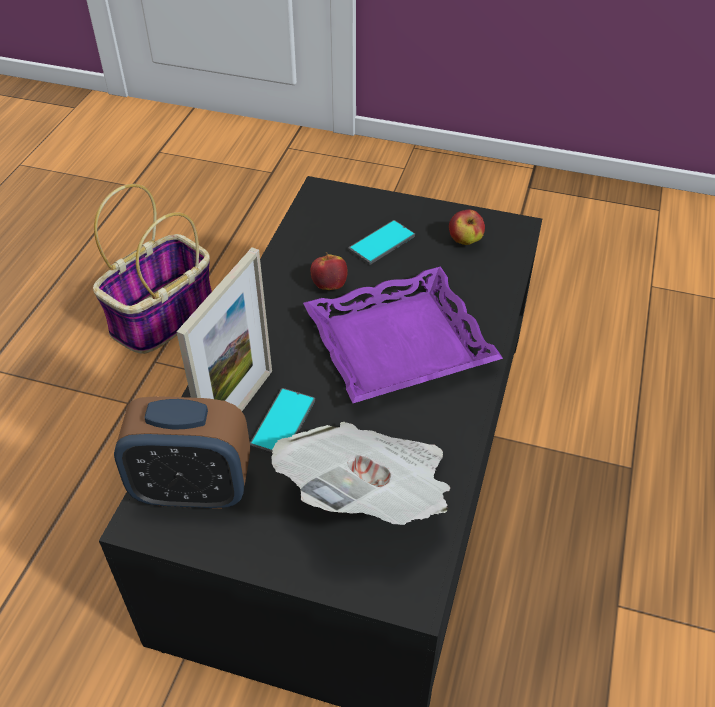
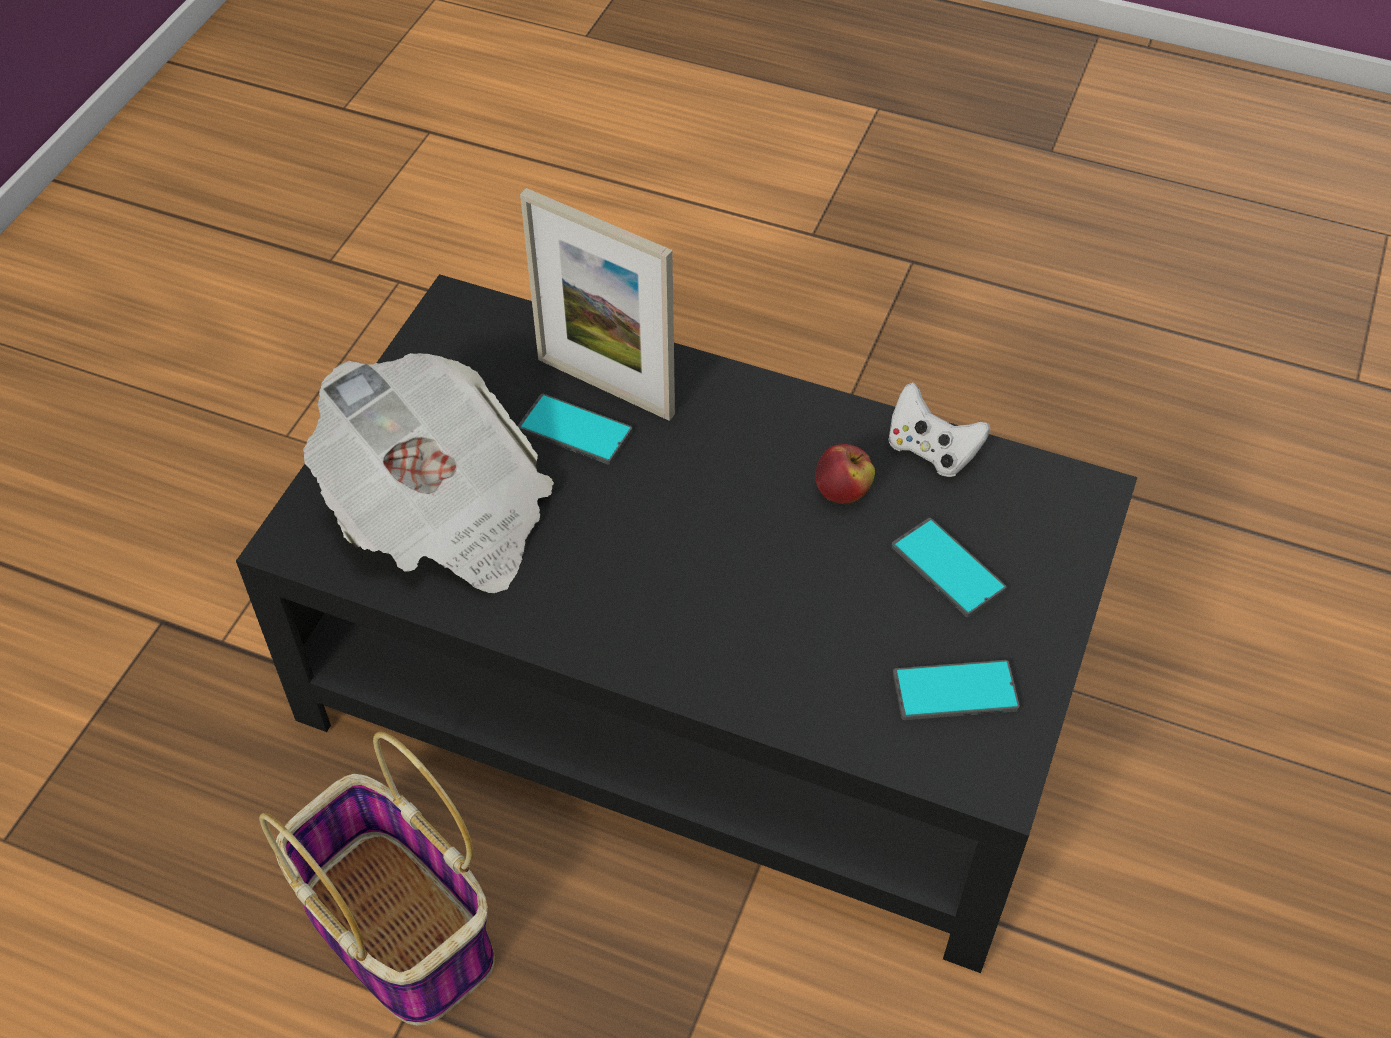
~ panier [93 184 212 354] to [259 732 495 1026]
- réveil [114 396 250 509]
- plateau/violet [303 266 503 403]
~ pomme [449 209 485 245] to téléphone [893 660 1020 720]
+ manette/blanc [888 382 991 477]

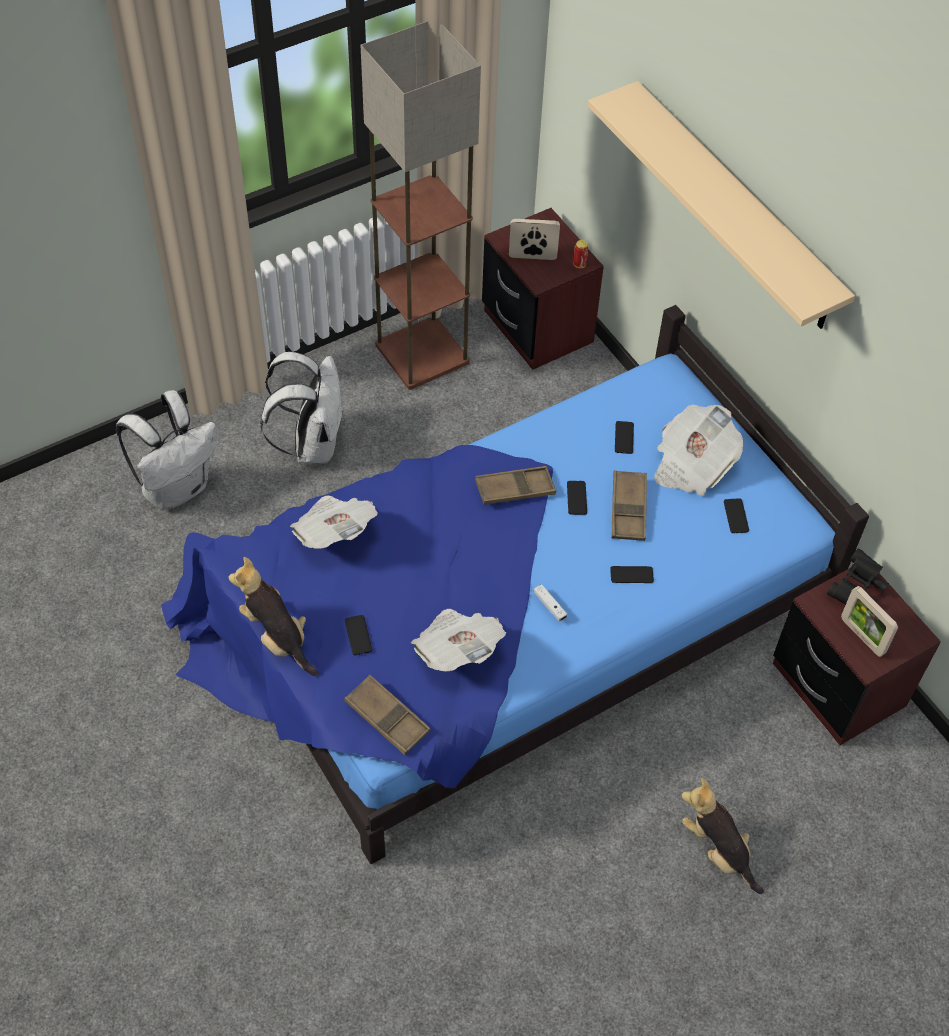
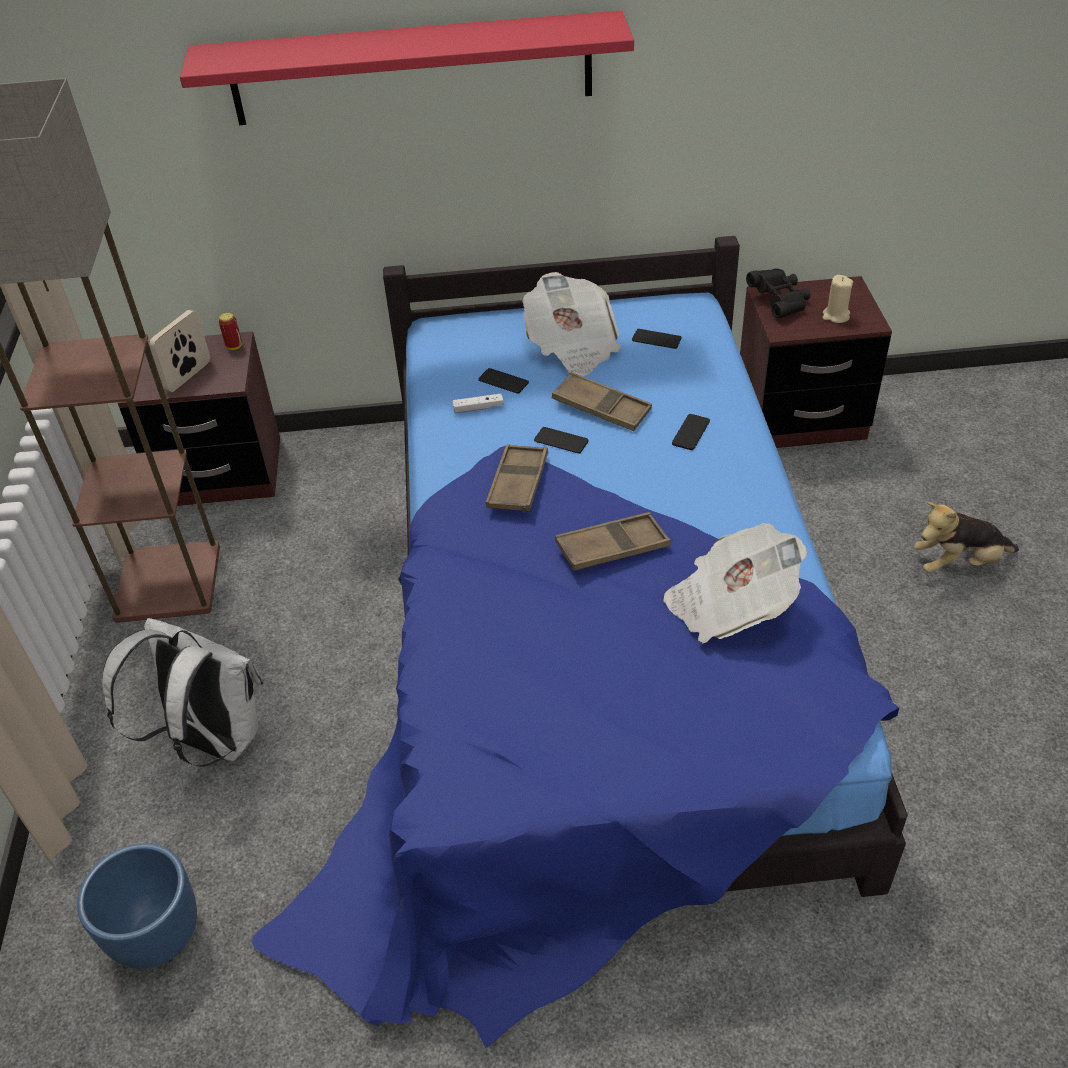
~ sac à dos/blanc [116 390 217 510] to cache-pot/bleu [77 843 197 969]
- peluche [228 557 319 676]
- journal [290 495 378 549]
~ plateau/marron [344 675 430 755] to [555 512 671 571]
- téléphone [345 615 372 655]
~ manette/blanc [534 584 568 621] to [453 394 504 413]
~ étagère/beige [588 81 855 329] to étagère/rouge [180 10 634 125]
~ cadre photo [841 586 898 657] to bougie/beige [823 275 853 323]

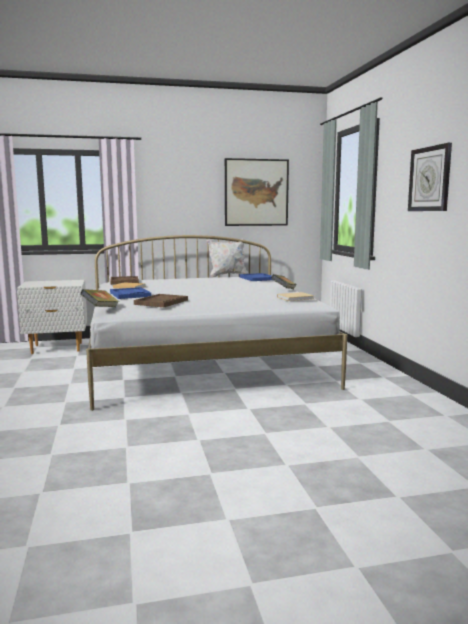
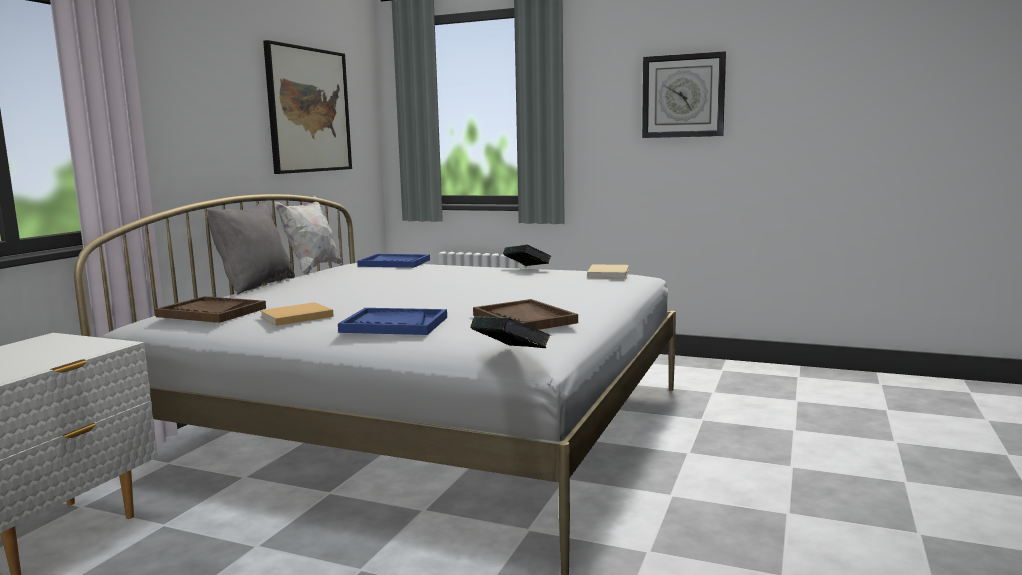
+ coussin/gris [207 203 295 294]

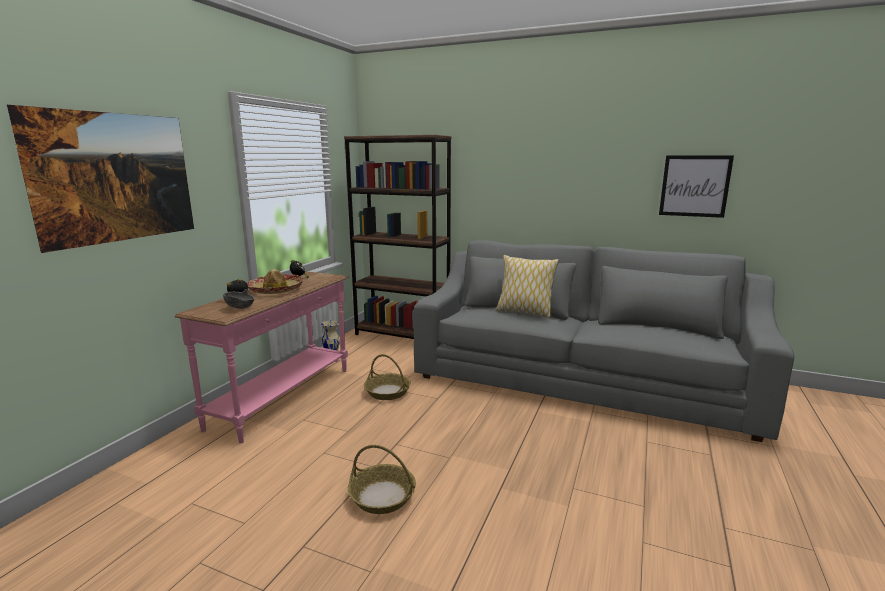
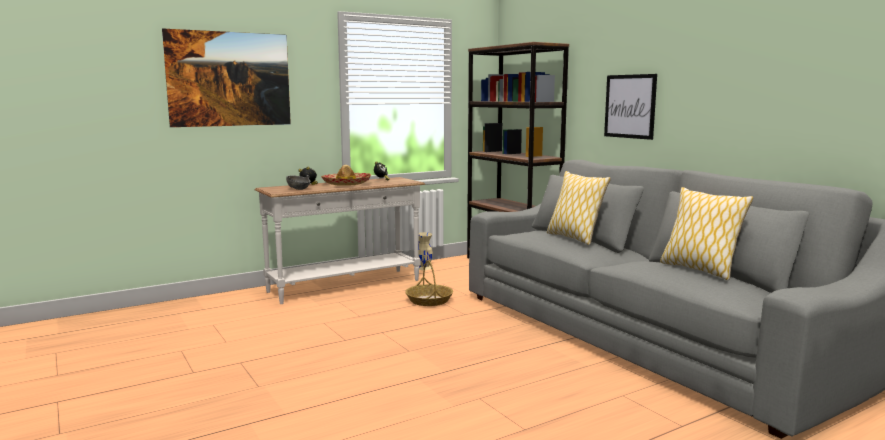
~ table console/rose [175 271 349 444] to table console/blanc [255 177 425 304]
- panier [348 445 416 514]
~ tableau [659 156 734 218] to [604 74 657 140]
+ coussin [660 187 753 280]

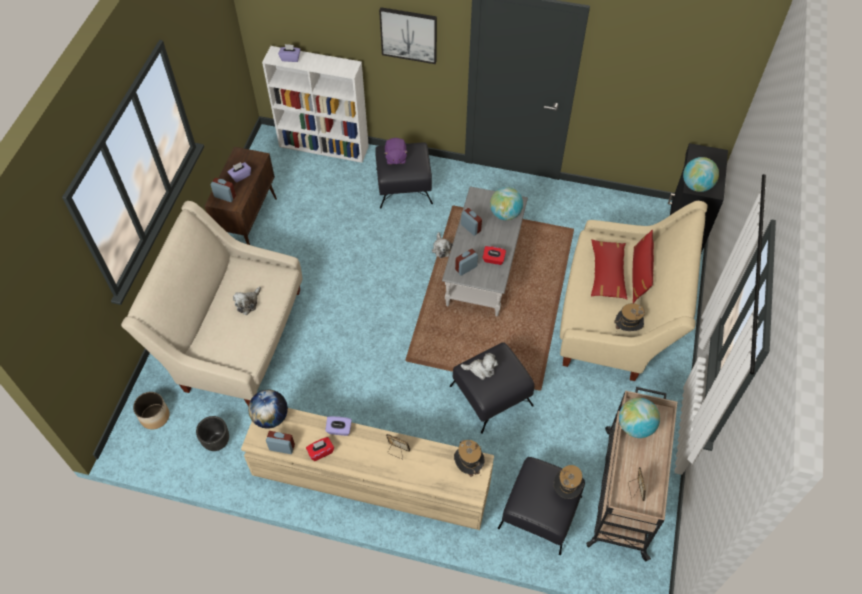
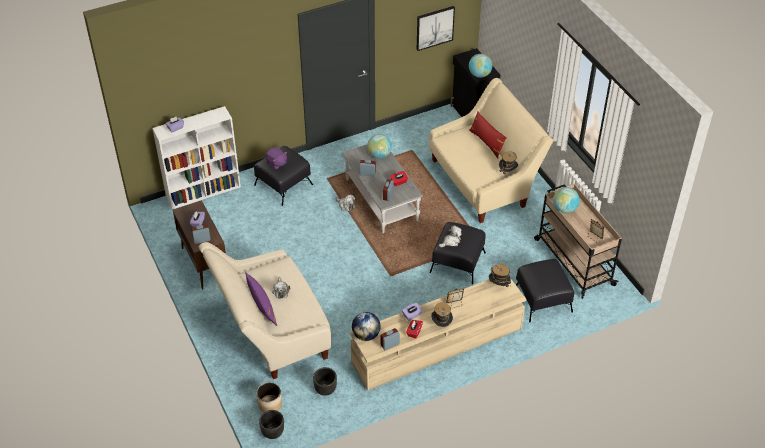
~ tableau [379 7 437 64] to [417 6 455 51]
~ chapeau [554 465 584 499] to [431 302 453 327]
- coussin/rouge [591 239 627 299]
+ coussin/violet [245 272 277 326]
+ cache-pot/noir [259 410 284 439]

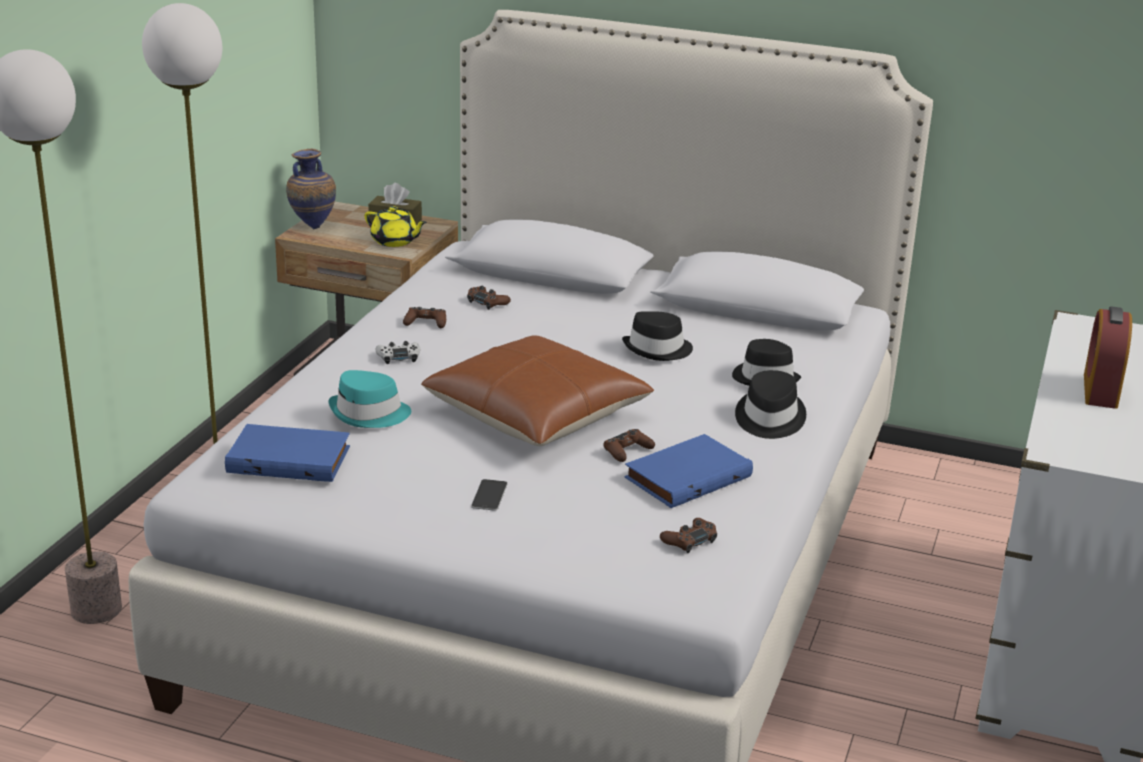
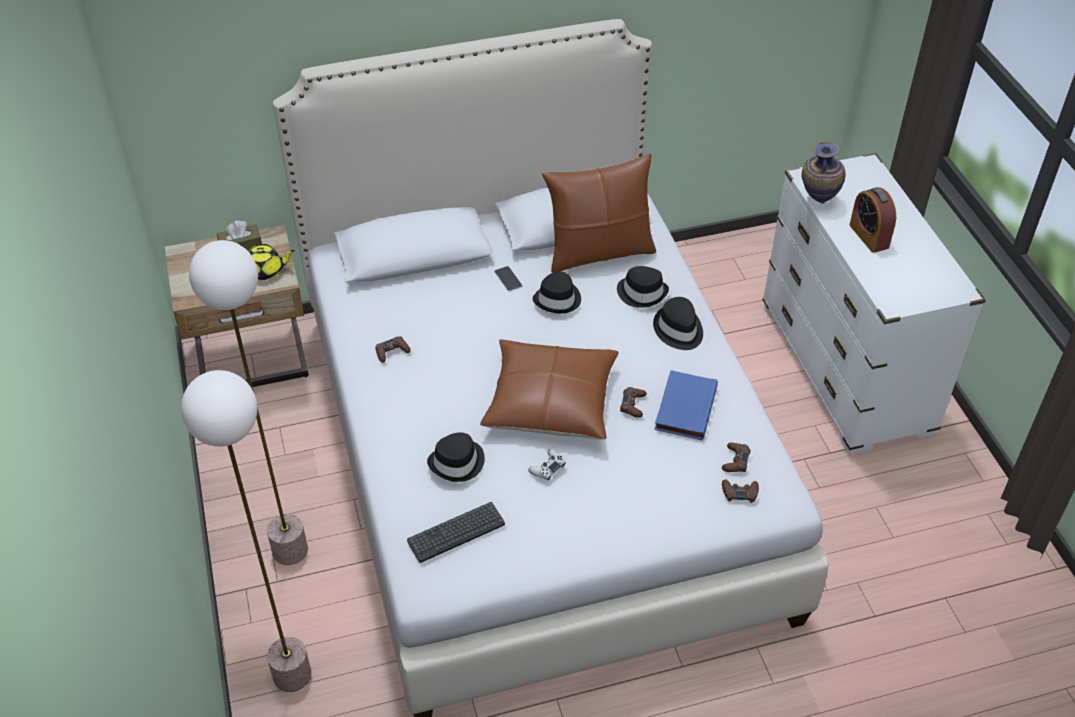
~ livre/bleu [225 424 350 482] to clavier [407 502 505 563]
~ vase [286 149 336 229] to [802 141 846 204]
~ chapeau/turquoise [328 370 411 428] to chapeau/noir [427 433 485 482]
~ manette/blanc [375 341 420 364] to [528 449 566 480]
~ manette/marron [467 286 511 310] to [722 479 759 503]
~ téléphone [471 479 508 511] to [494 266 522 291]
+ coussin/marron [542 153 656 273]

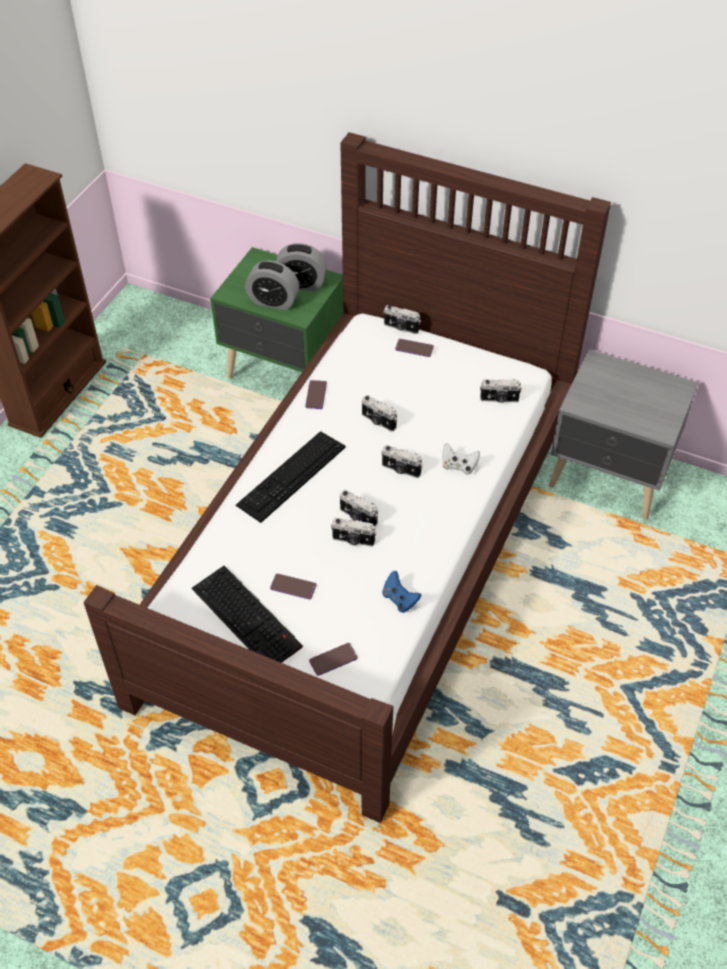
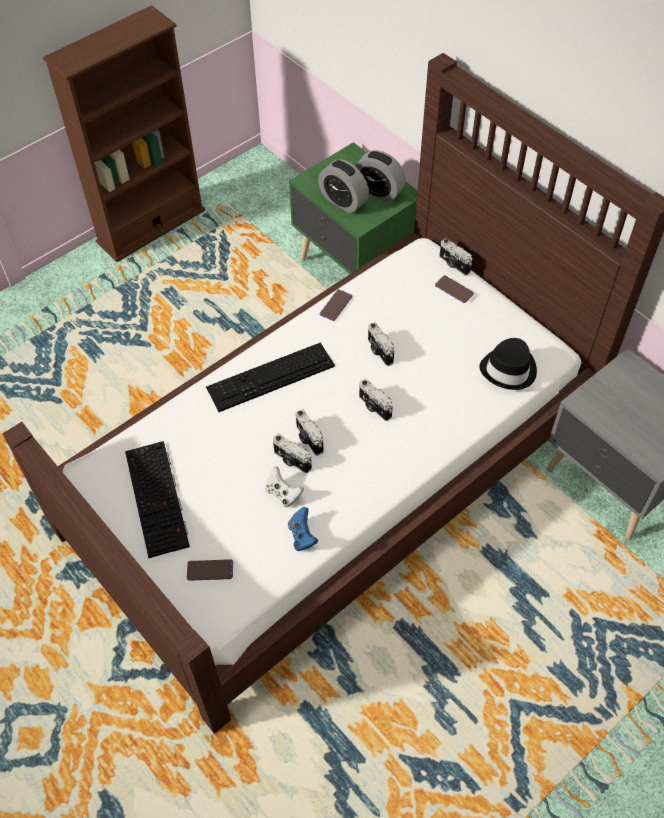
- téléphone [270 574 317 599]
~ manette/blanc [442 443 480 474] to [265 466 304 507]
~ appareil photo [480 379 522 403] to chapeau/noir [479 338 537 390]

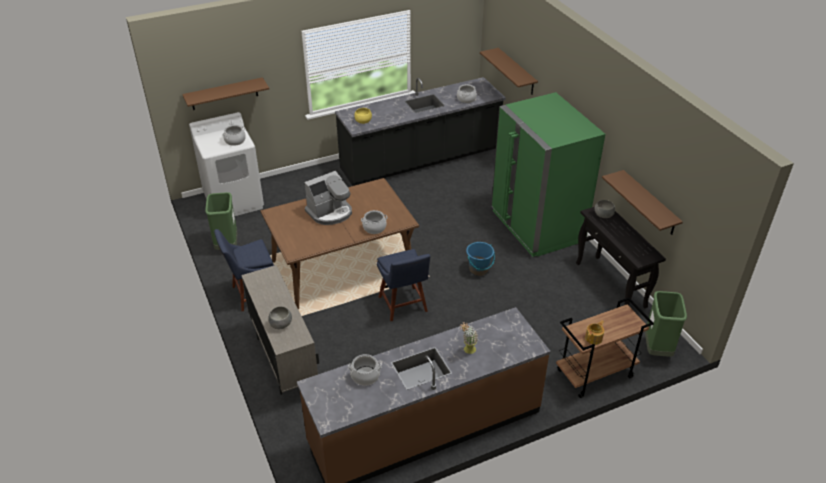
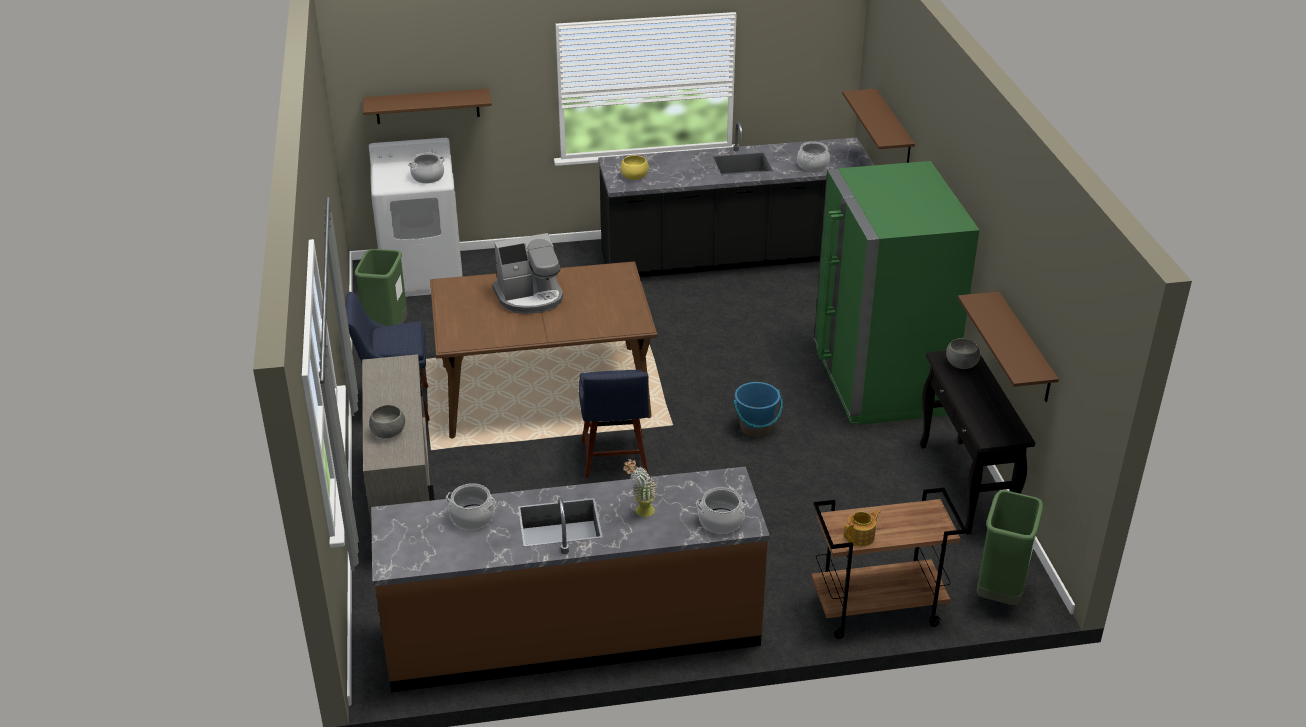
~ marmite [361 210 388 234] to [696 487 748 534]

